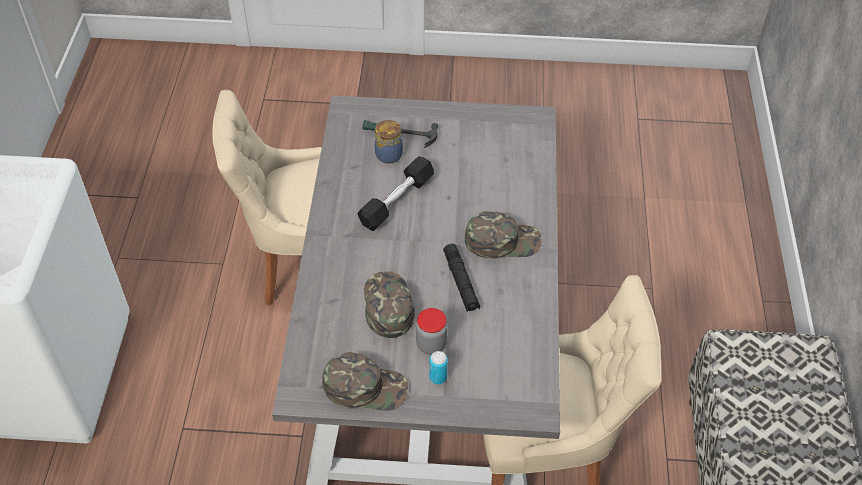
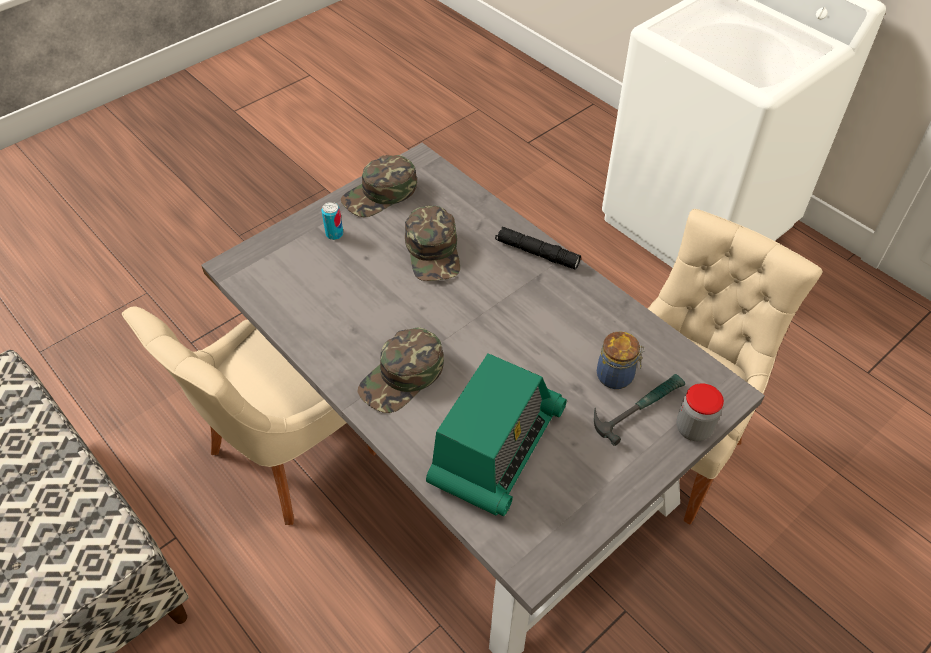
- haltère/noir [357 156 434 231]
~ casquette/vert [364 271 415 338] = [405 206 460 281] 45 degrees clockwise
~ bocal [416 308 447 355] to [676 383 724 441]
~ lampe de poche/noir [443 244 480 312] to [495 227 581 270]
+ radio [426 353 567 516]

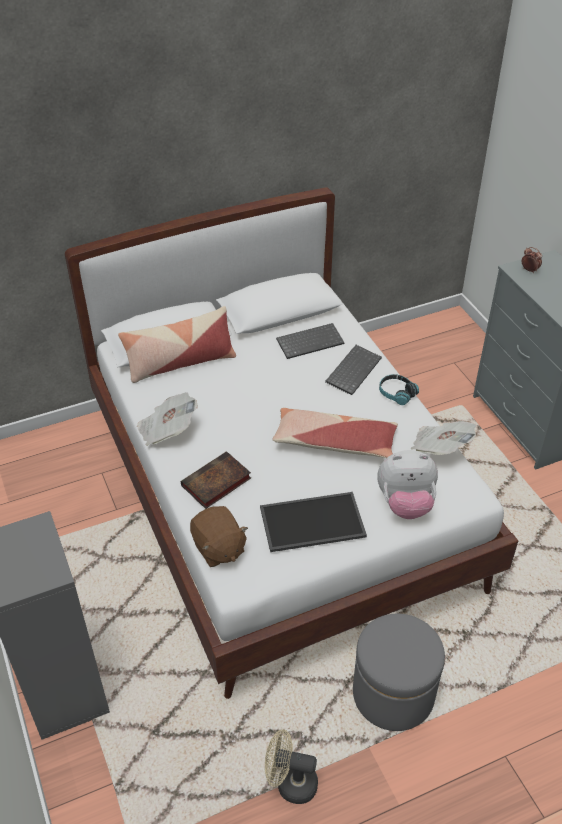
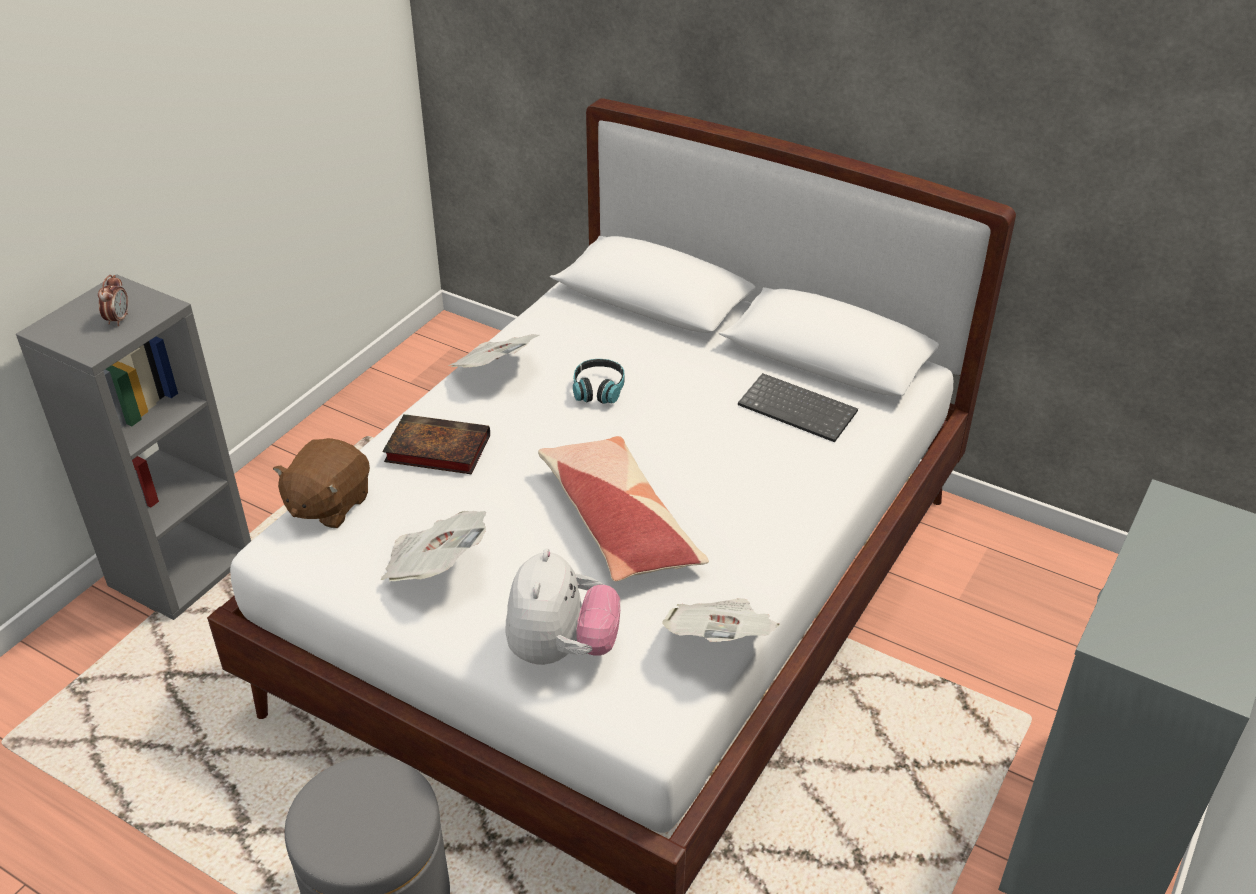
- coussin [118 306 236 383]
~ plateau [260 492 367 552] to journal [381 511 487 581]
- ventilateur/beige [265 729 318 804]
- clavier [325 345 382 395]
~ peluche [377 450 438 519] = [505 548 620 665] 135 degrees counterclockwise
~ casque audio [379 374 419 405] to [573 359 625 404]
~ réveil [522 247 542 272] to [98 275 128 326]

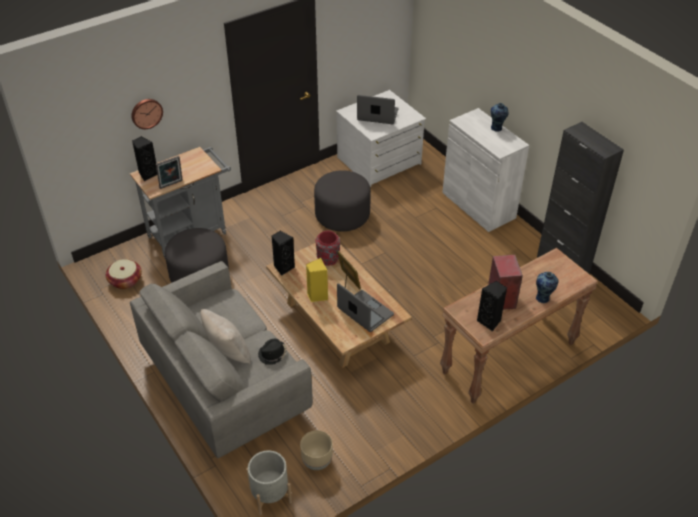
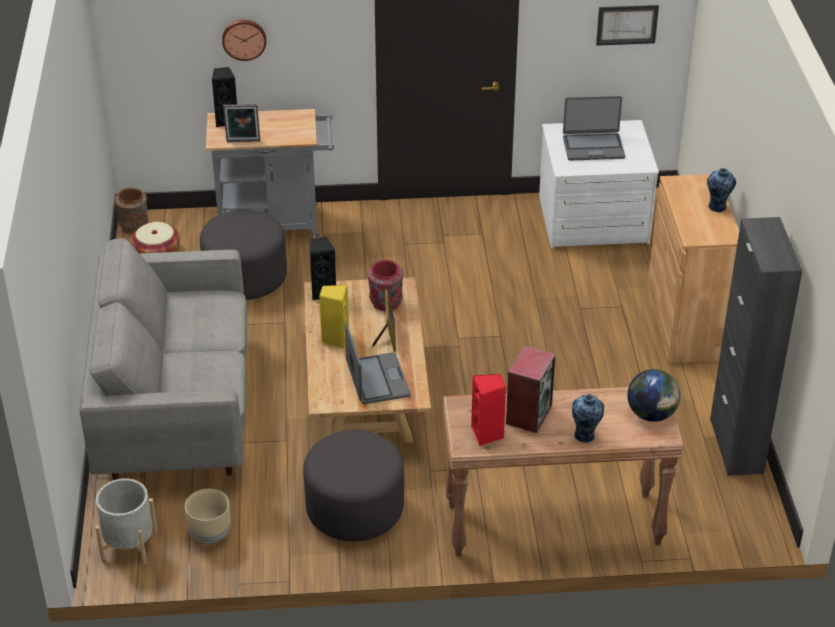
- coussin/beige [201 309 251 364]
- chapeau/noir [258 339 286 365]
~ pouf/gris [314 170 371 231] to [303 430 404 541]
~ ordinateur portable [357 95 398 124] = [563 96 625 161] 135 degrees clockwise
~ meuble de rangement/blanc [442 108 529 232] to meuble de rangement/marron [647 174 739 363]
~ enceinte/noir [477 281 507 331] to enceinte/rouge [471 374 506 446]
+ vase/marron [115 188 148 234]
+ tableau [596 5 659 46]
+ globe [627 369 680 422]

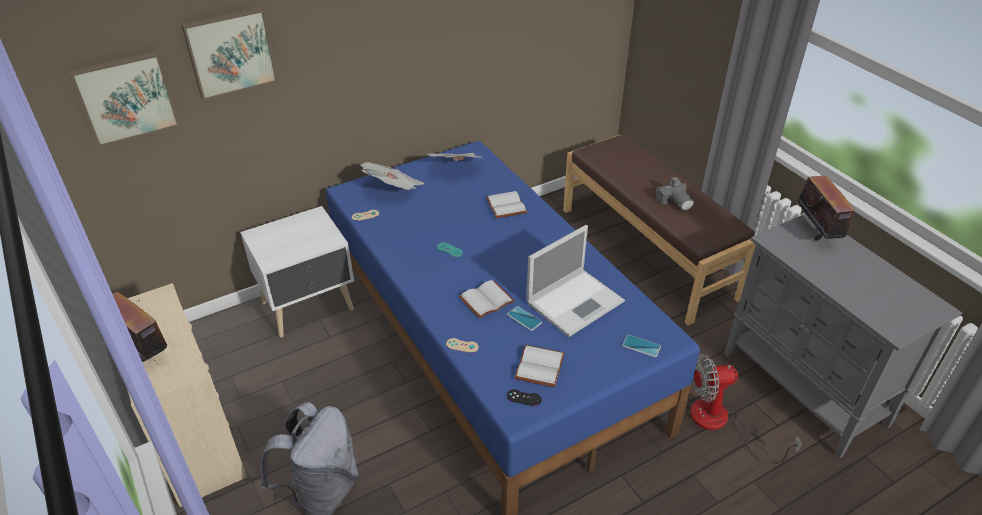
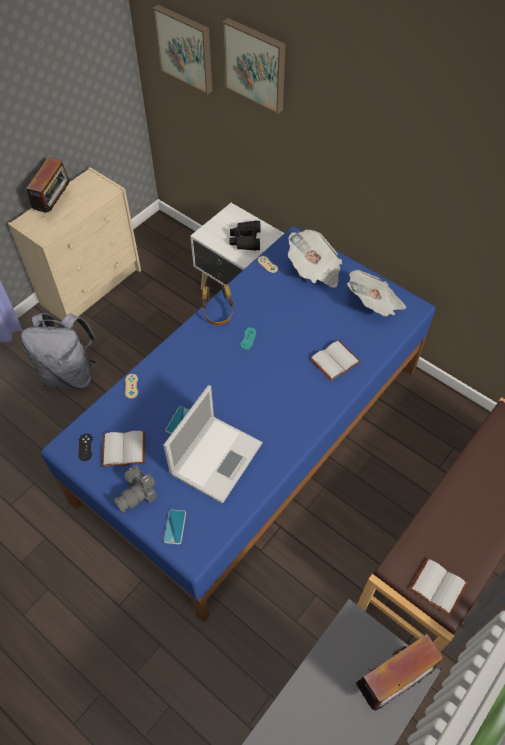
~ livre/blanc [459 280 515 319] to [409 558 468 616]
~ ordinateur portable [526 225 625 337] = [163 385 263 503] 90 degrees counterclockwise
~ appareil photo [656 177 694 210] to [114 465 157 513]
- ventilateur [690 354 802 464]
+ casque audio [202 284 234 325]
+ jumelles/noir [229 221 261 251]

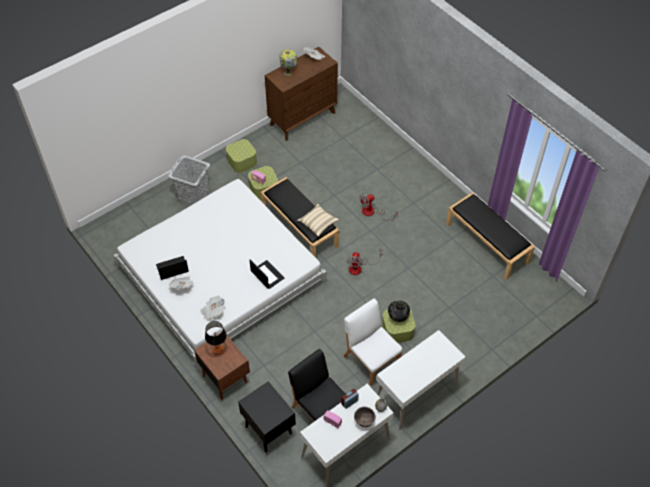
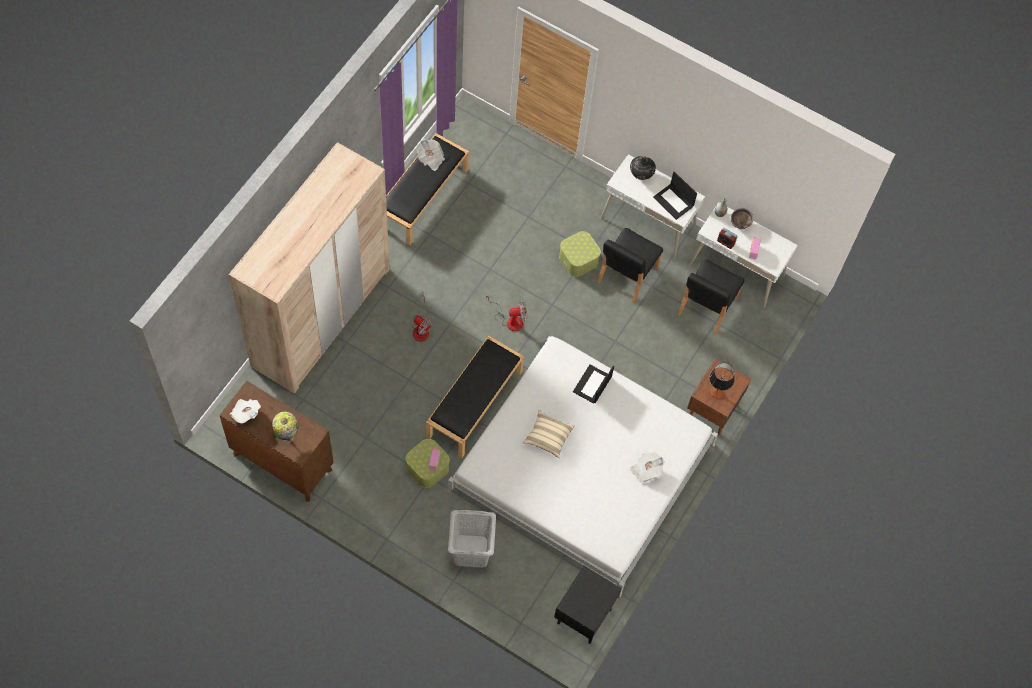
~ ordinateur portable [156 256 189 280] to [653 171 697 220]
~ journal [200 295 225 320] to [417 139 445 171]
- boîte de rangement [226 139 257 173]
~ table de chevet/noir [238 381 296 452] to [554 565 621 644]
~ coussin/beige [297 204 339 237] to [523 410 575 458]
~ chaise/blanc [344 298 403 386] to chaise/noir [597 228 663 303]
~ vase/noir [388 301 410 322] to [630 156 656 180]
+ armoire/beige [229 142 390 393]

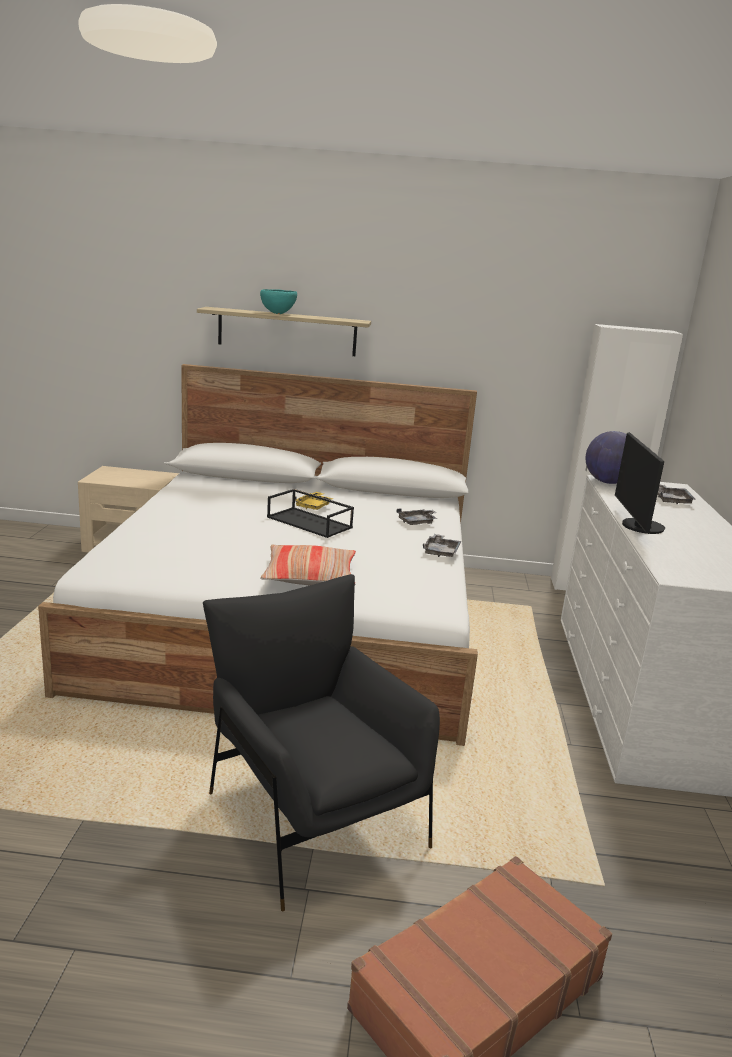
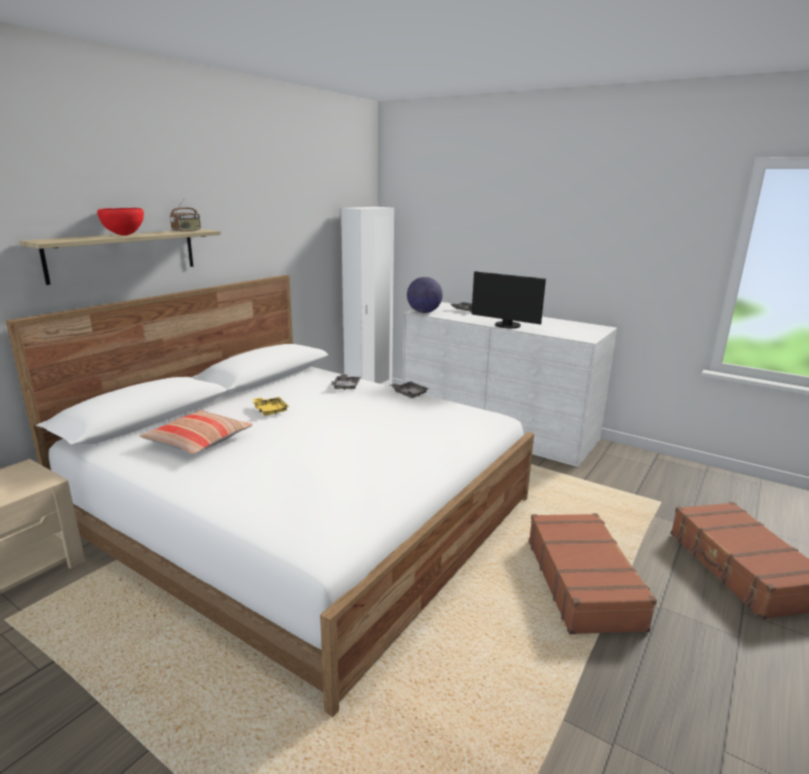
~ fauteuil/noir [203 574 440 912] to valise/marron [529 513 657 634]
~ bol/turquoise [260 289 297 314] to bol/rouge [97 208 144 235]
~ coussin [260 545 356 585] to [140 410 253 455]
- plateau/noir [267 489 354 538]
+ radio [170 198 201 232]

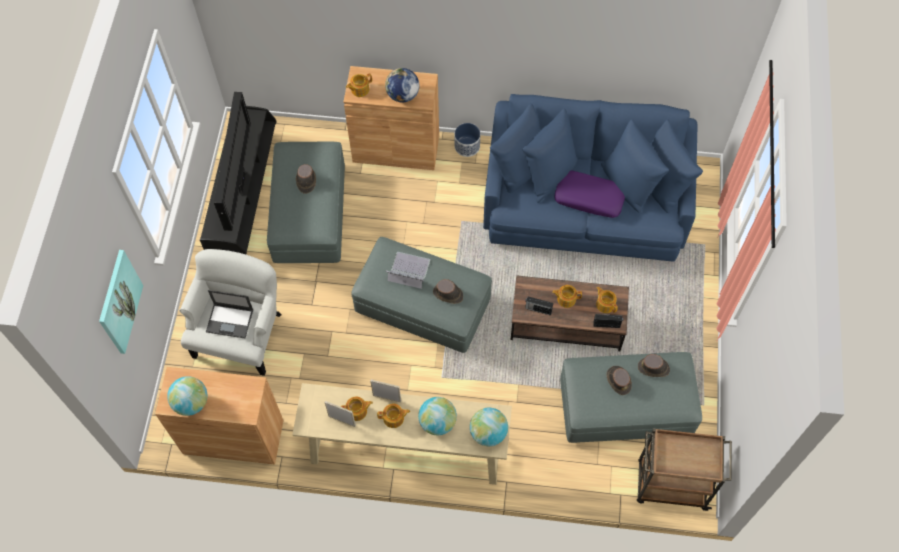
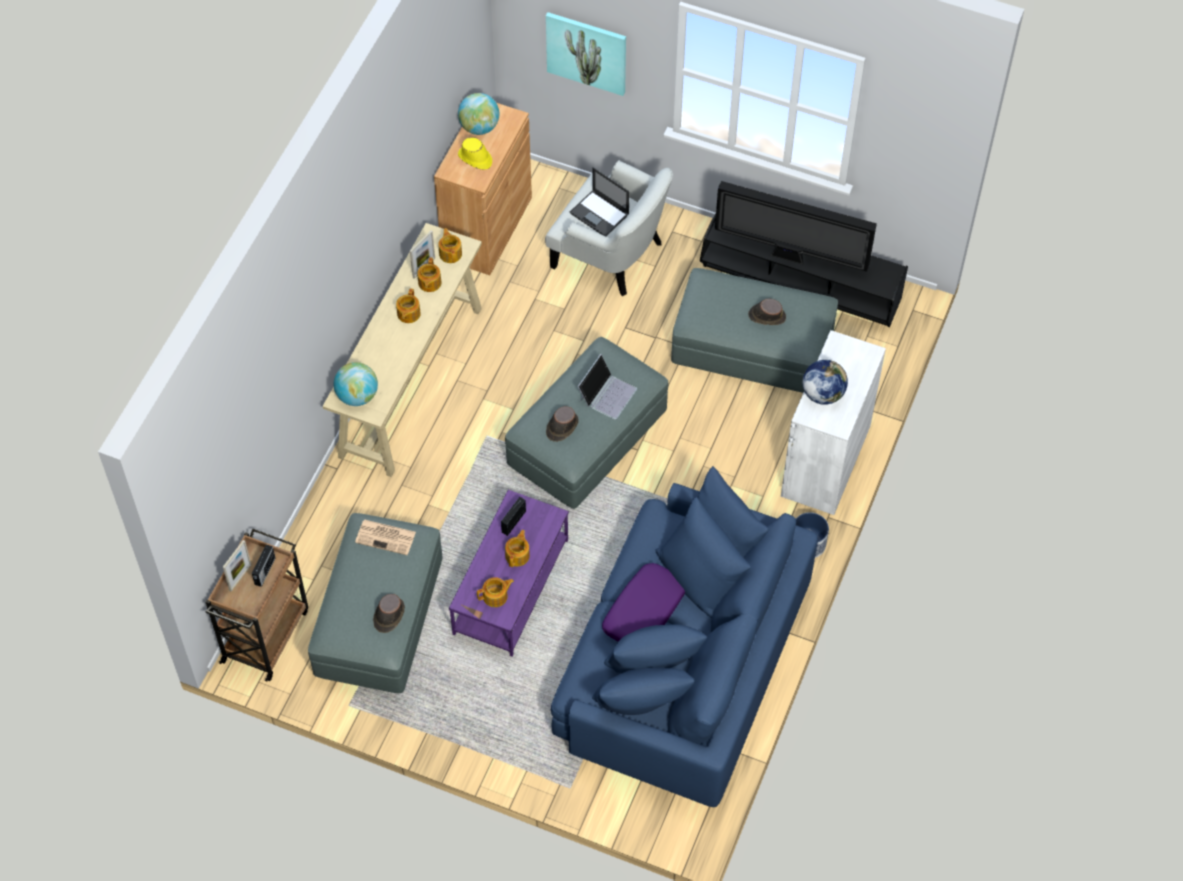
~ ordinateur portable [206 290 253 338] = [570 167 630 236] 75 degrees counterclockwise
~ meuble de rangement/marron [343 66 439 170] to meuble de rangement/blanc [781 330 886 515]
~ théière [346 73 372 97] to [439 228 462 263]
~ cadre photo [370 380 401 403] to [223 540 251 591]
- globe [418 397 457 435]
~ table basse/marron [511 275 629 351] to table basse/violet [449 490 569 657]
~ radio [593 314 623 328] to [252 545 275 587]
- chapeau/marron [606 366 632 395]
+ journal [355 519 416 555]
+ chapeau/jaune [458 138 492 170]

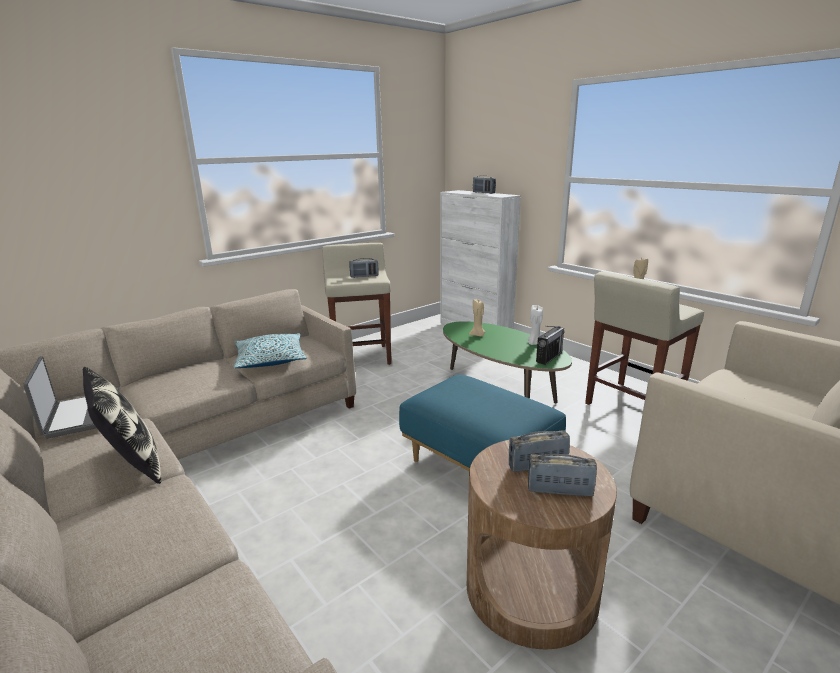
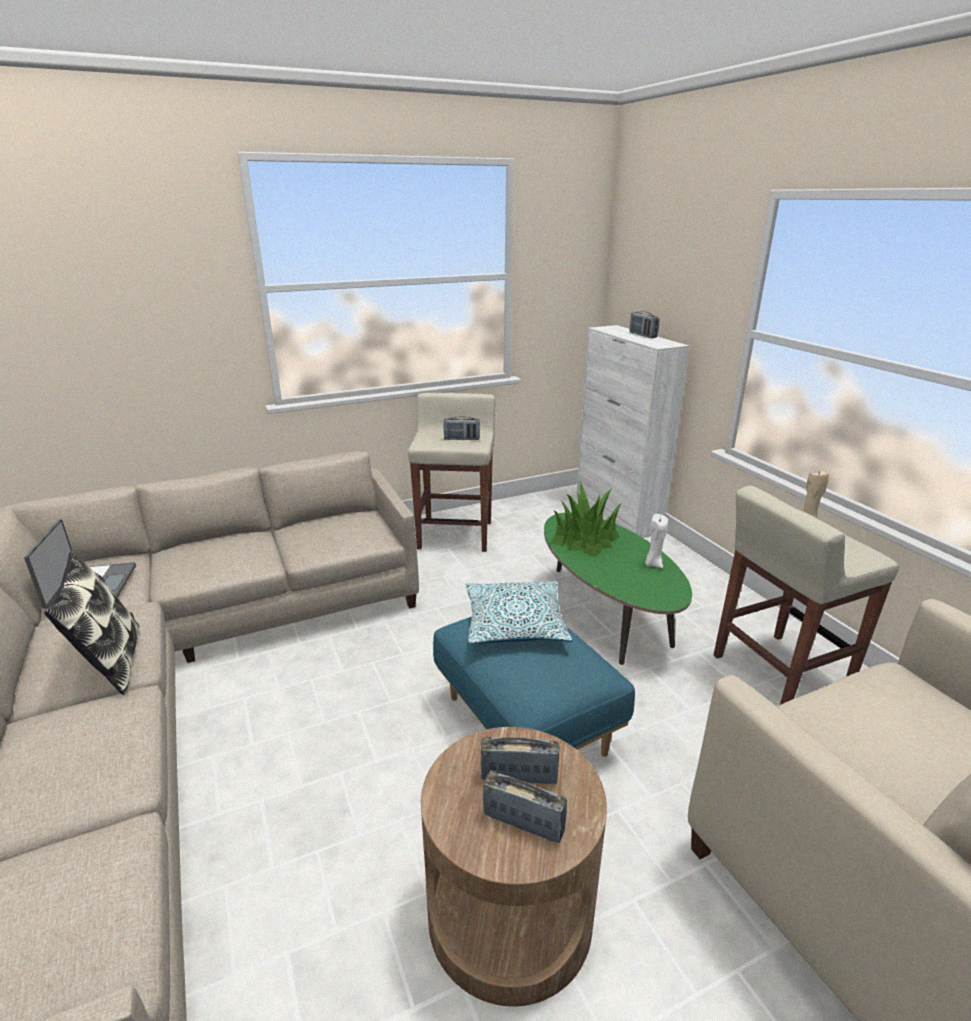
~ coussin [234 333 307 368] to [465 581 572 644]
~ bougie/beige [469 299 485 336] to plante en pot [550 481 621 557]
- radio [536 326 565 365]

